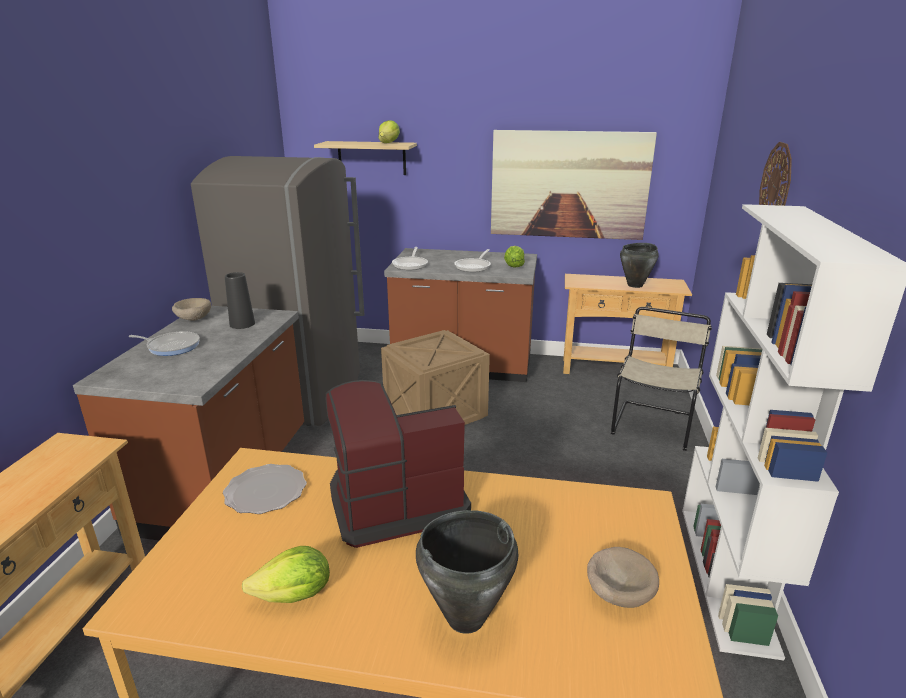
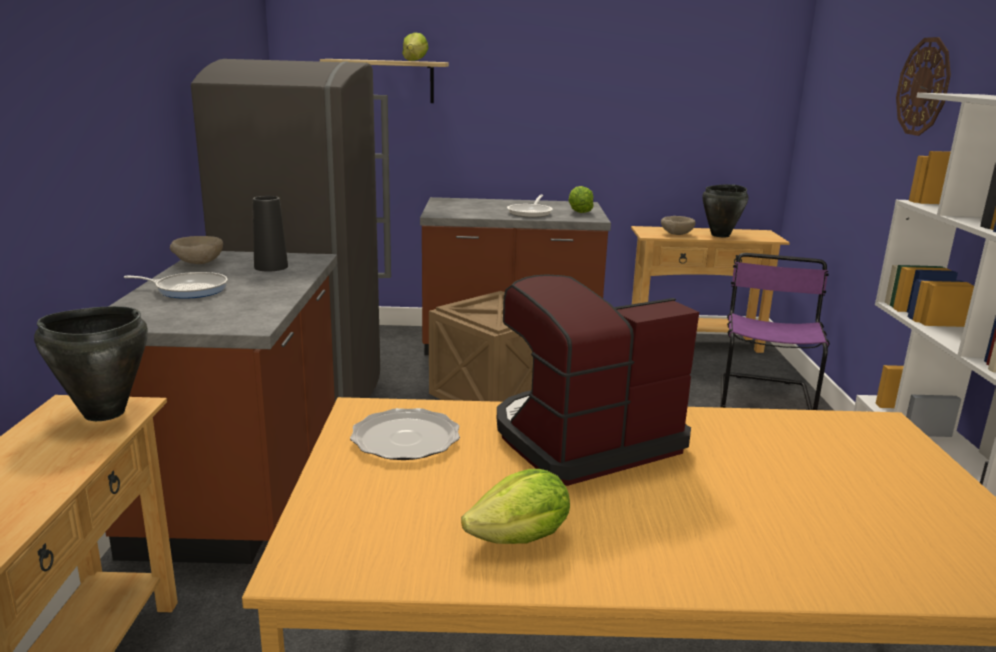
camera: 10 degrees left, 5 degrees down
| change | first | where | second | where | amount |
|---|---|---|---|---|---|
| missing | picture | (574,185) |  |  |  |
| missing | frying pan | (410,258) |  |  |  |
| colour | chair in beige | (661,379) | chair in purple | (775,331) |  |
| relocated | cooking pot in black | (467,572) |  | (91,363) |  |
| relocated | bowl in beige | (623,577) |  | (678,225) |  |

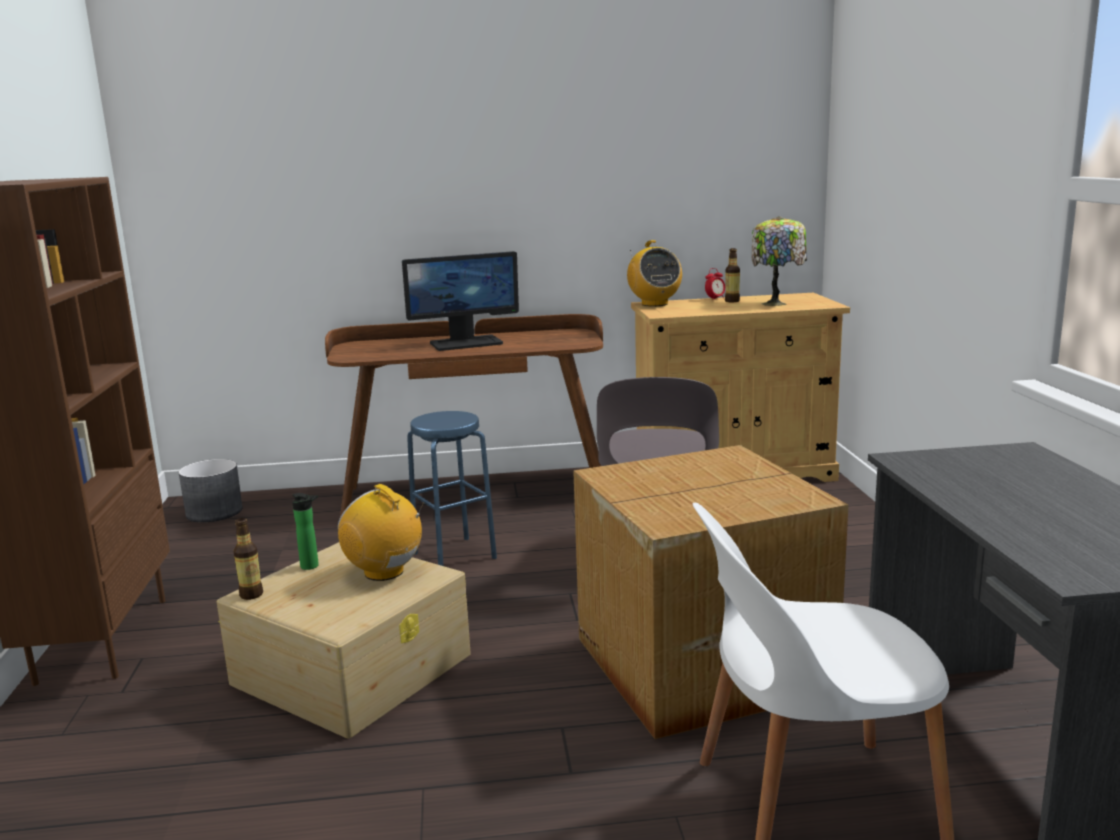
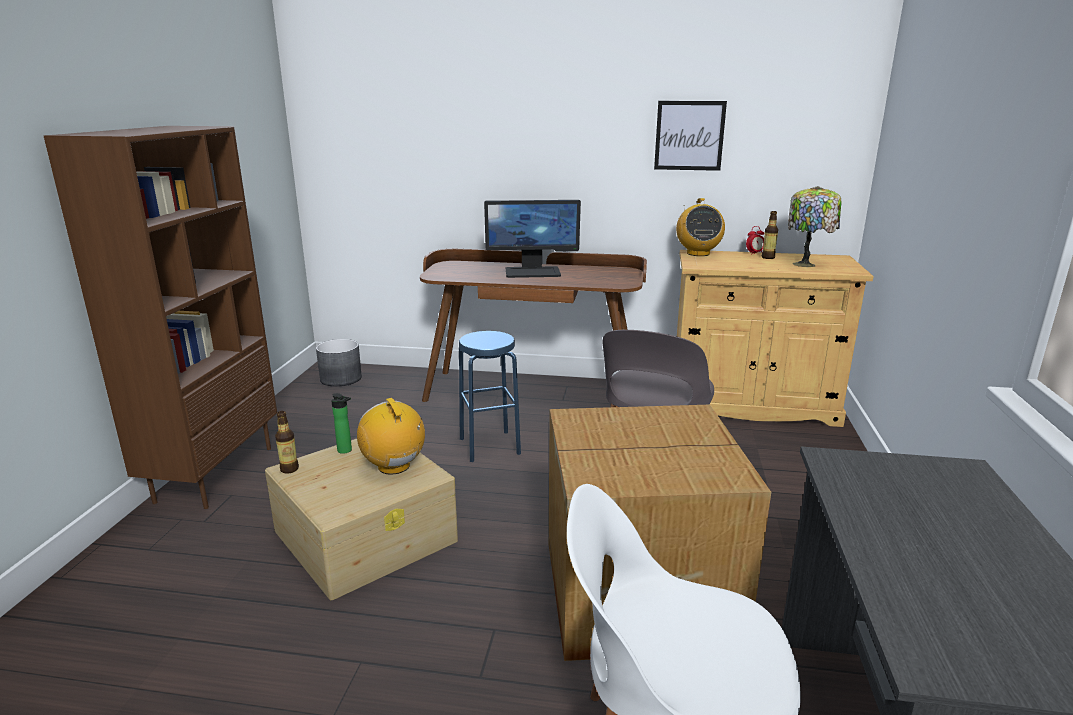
camera: 15 degrees right, 5 degrees up
| change | first | where | second | where | amount |
|---|---|---|---|---|---|
| appeared |  |  | picture | (690,136) |  |

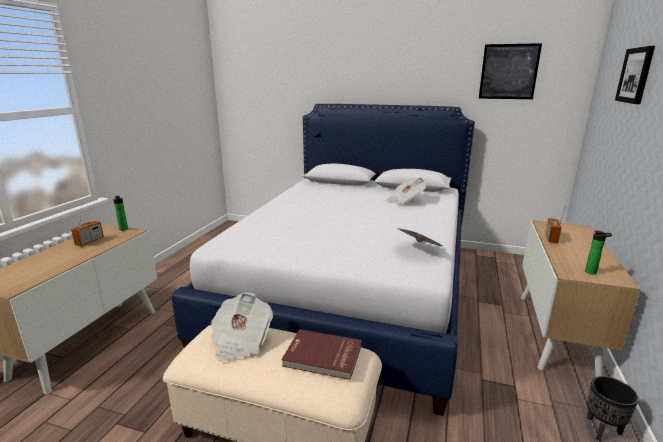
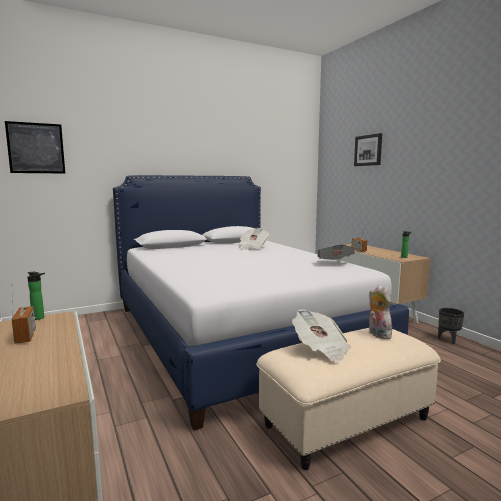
camera: 45 degrees left, 10 degrees down
| change | first | where | second | where | amount |
|---|---|---|---|---|---|
| relocated | picture | (510,71) |  | (35,147) |  |
| exchanged | book in red | (321,354) | plush toy | (380,312) |  |

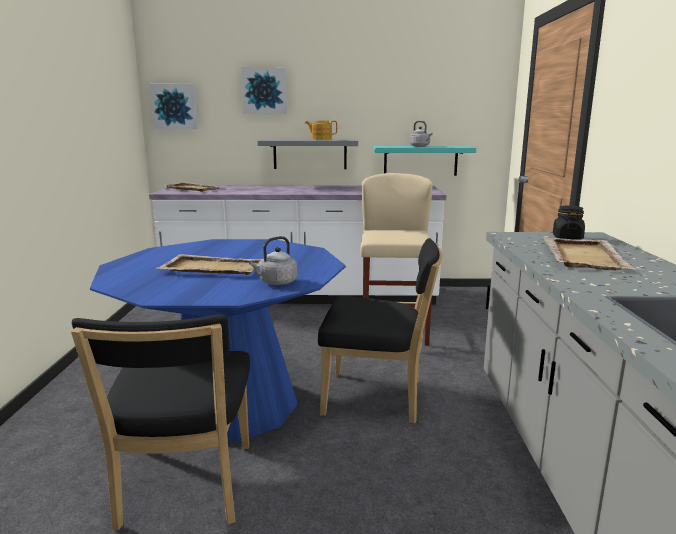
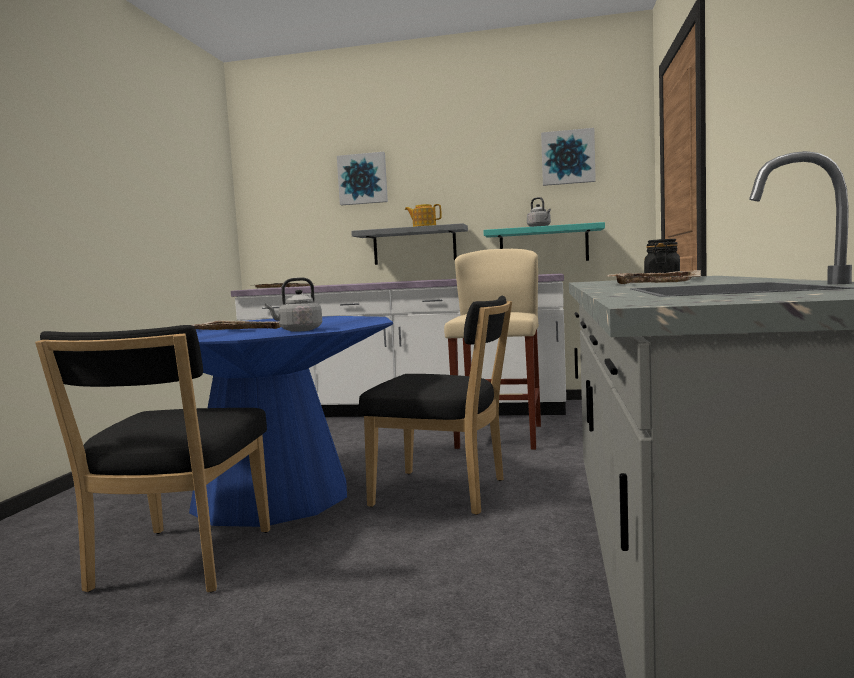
camera: 10 degrees right, 10 degrees down
| change | first | where | second | where | amount |
|---|---|---|---|---|---|
| relocated | picture | (174,106) |  | (568,157) |  |

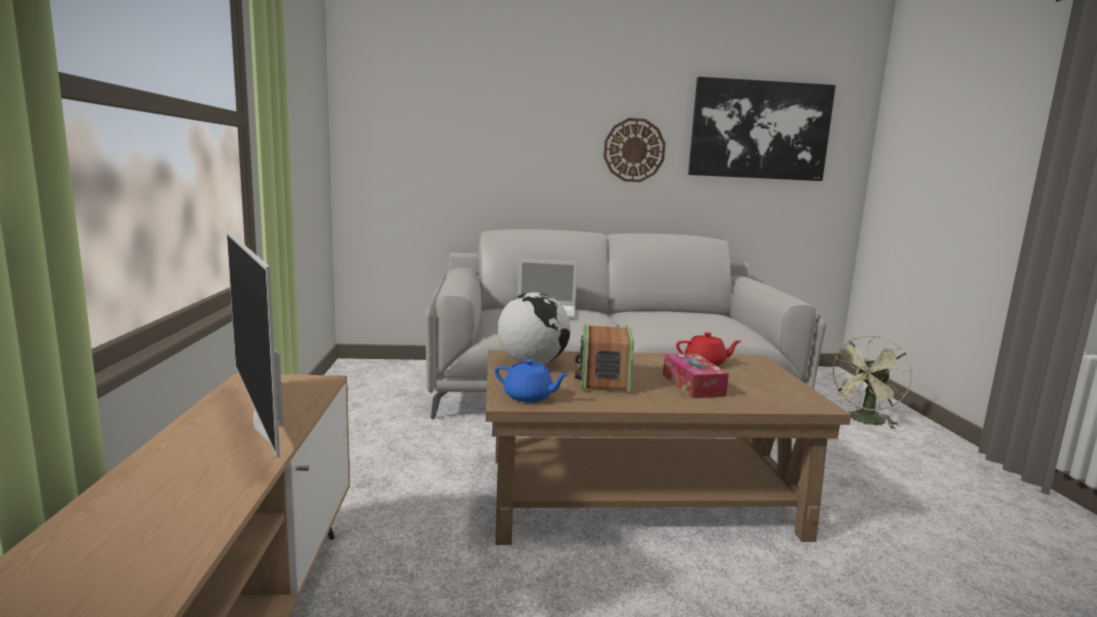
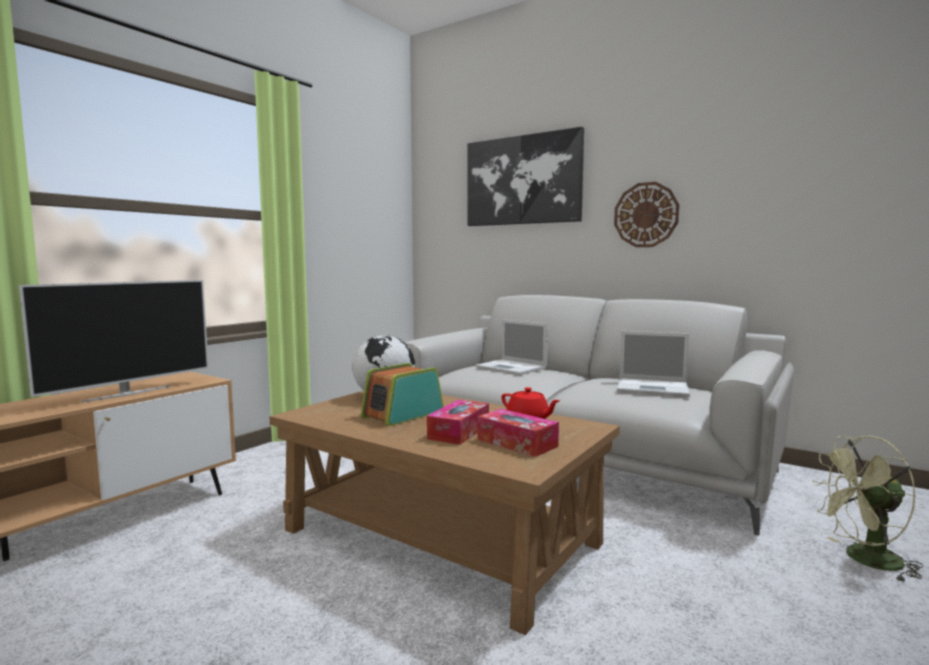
camera: 40 degrees right, 5 degrees down
| change | first | where | second | where | amount |
|---|---|---|---|---|---|
| relocated | picture | (762,129) |  | (525,176) |  |
| spun | television | (255,345) |  | (114,341) | 150 degrees counterclockwise |
| missing | teapot in blue | (532,381) |  |  |  |
| appeared |  |  | laptop | (653,364) |  |
| appeared |  |  | tissue box | (518,433) |  |

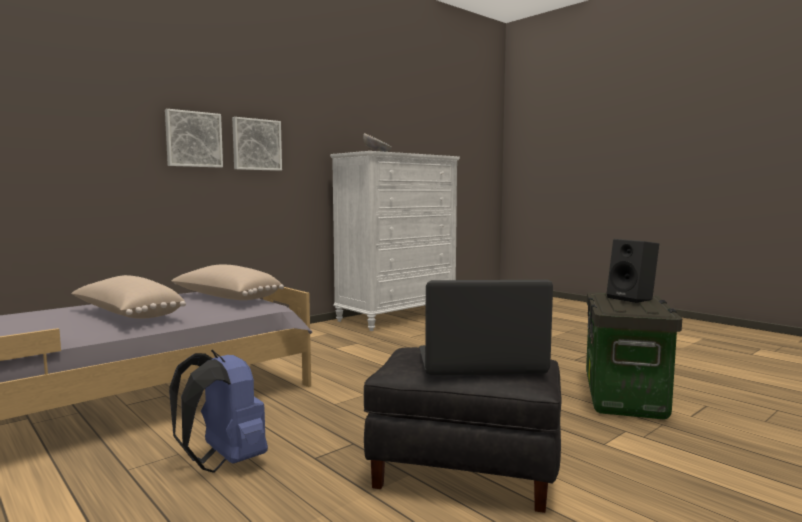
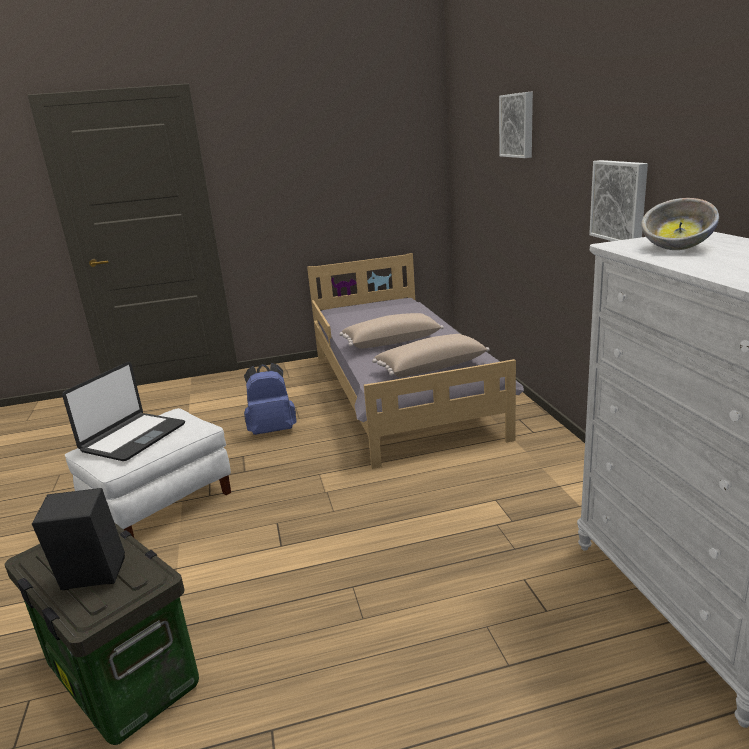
camera: 120 degrees right, 15 degrees up
| change | first | where | second | where | amount |
|---|---|---|---|---|---|
| relocated | picture | (194,138) |  | (516,125) |  |
| colour | ottoman in black | (462,430) | ottoman in white | (148,472) |  |

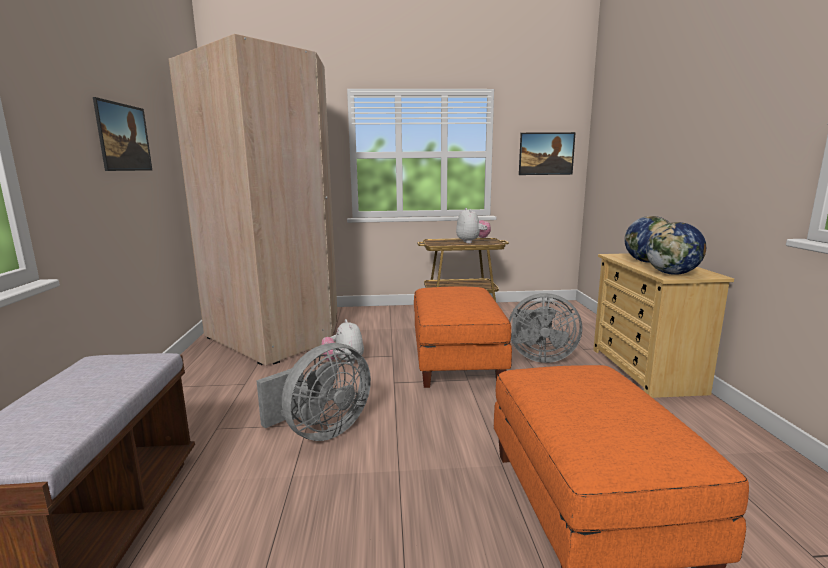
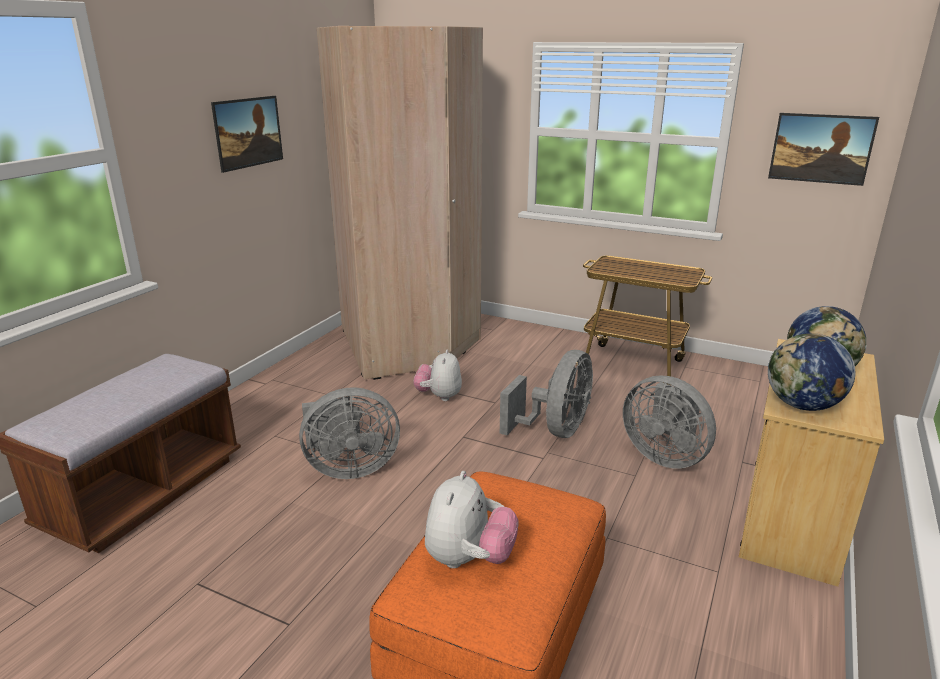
camera: 30 degrees right, 10 degrees up
| change | first | where | second | where | amount |
|---|---|---|---|---|---|
| relocated | plush toy | (473,225) |  | (472,519) |  |
| exchanged | ottoman in orange | (463,337) | fan in grey | (546,394) |  |

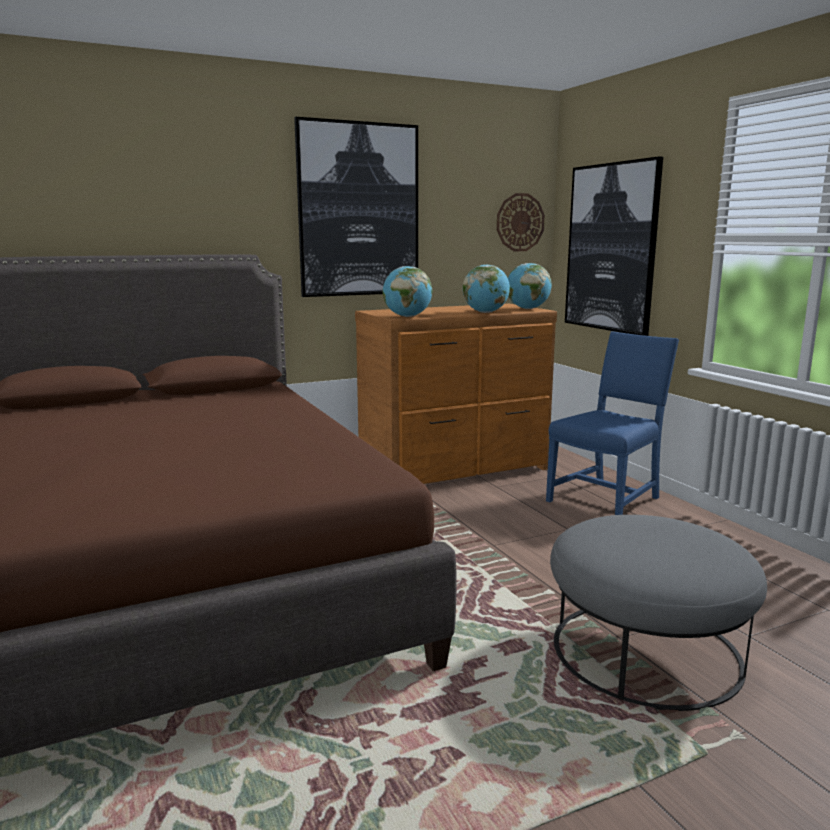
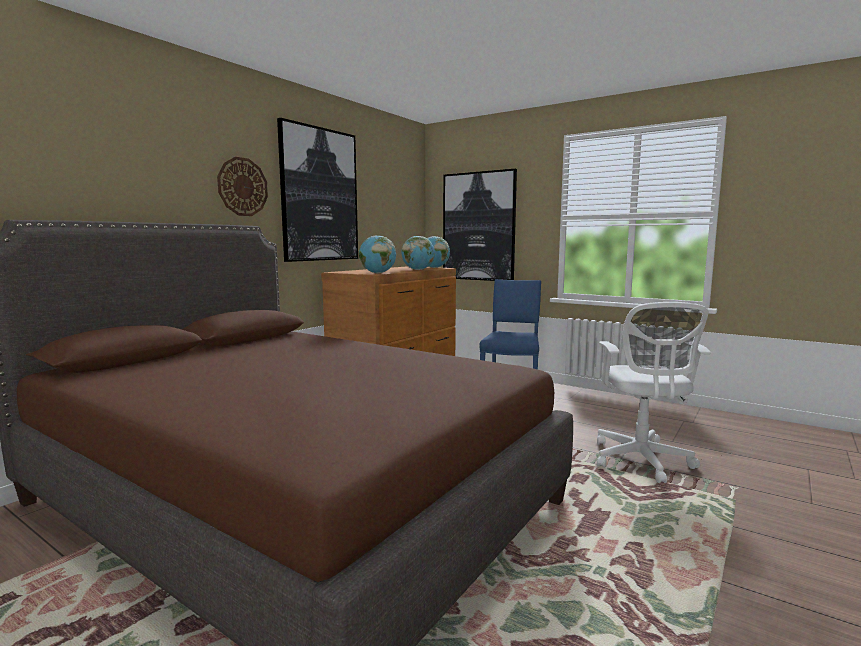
camera: 30 degrees left, 5 degrees down
| change | first | where | second | where | amount |
|---|---|---|---|---|---|
| relocated | wall clock | (521,222) |  | (242,186) |  |
| exchanged | ottoman in grey | (658,613) | office chair in white | (654,392) |  |

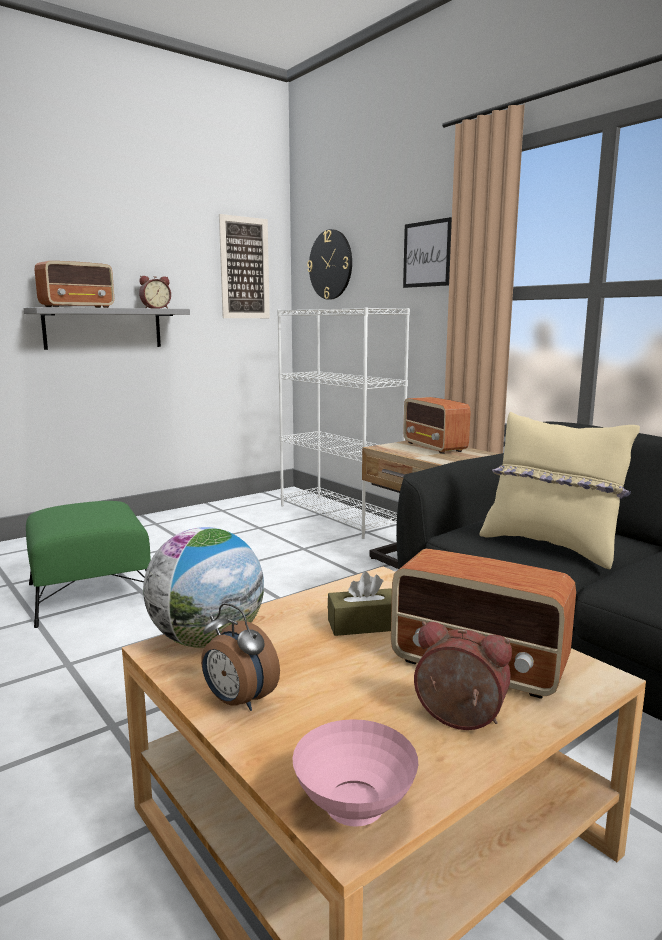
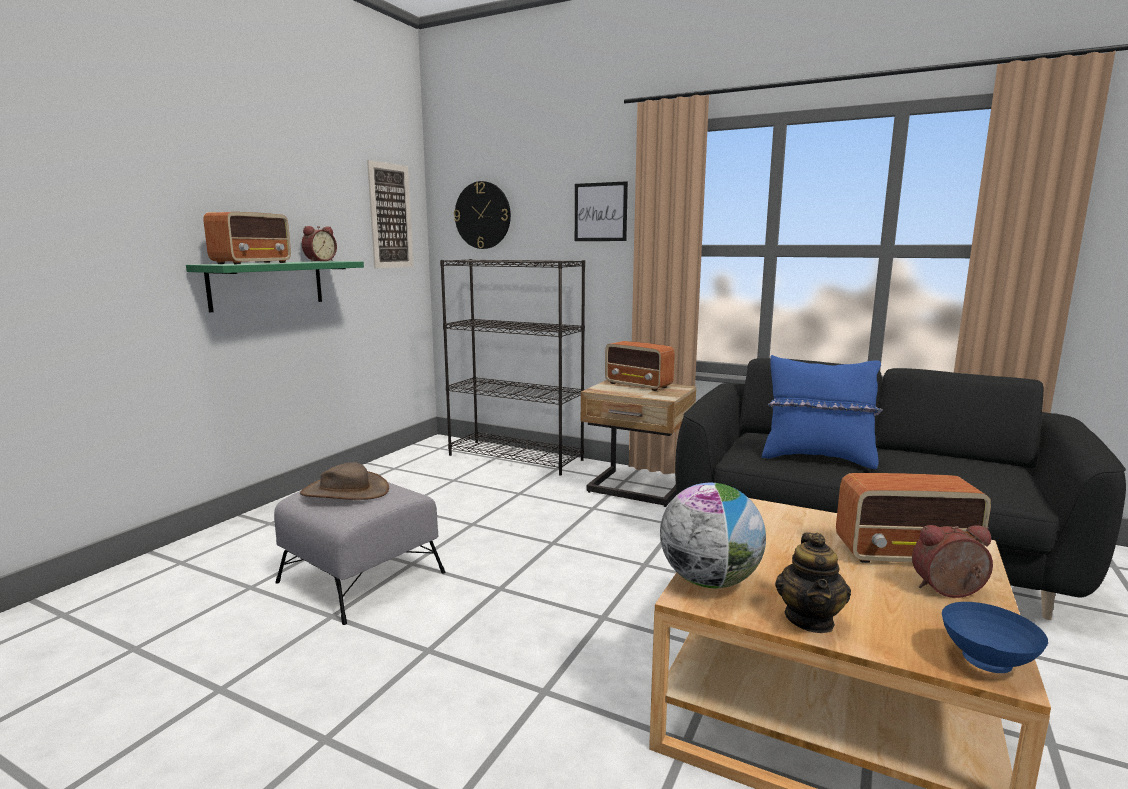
camera: 25 degrees left, 0 degrees up
| change | first | where | second | where | amount |
|---|---|---|---|---|---|
| colour | shelf in grey | (106,328) | shelf in green | (275,286) |  |
| colour | bookcase in white | (343,423) | bookcase in black | (512,367) |  |
| colour | pillow in beige | (559,490) | pillow in blue | (822,412) |  |
| colour | ottoman in green | (88,564) | ottoman in grey | (360,553) |  |
| missing | tissue box in brown | (360,604) |  |  |  |
| exchanged | alarm clock | (240,657) | teapot | (813,582) |  |
| colour | bowl in pink | (355,773) | bowl in blue | (995,637) |  |
| appeared |  |  | hat in brown | (344,481) |  |

